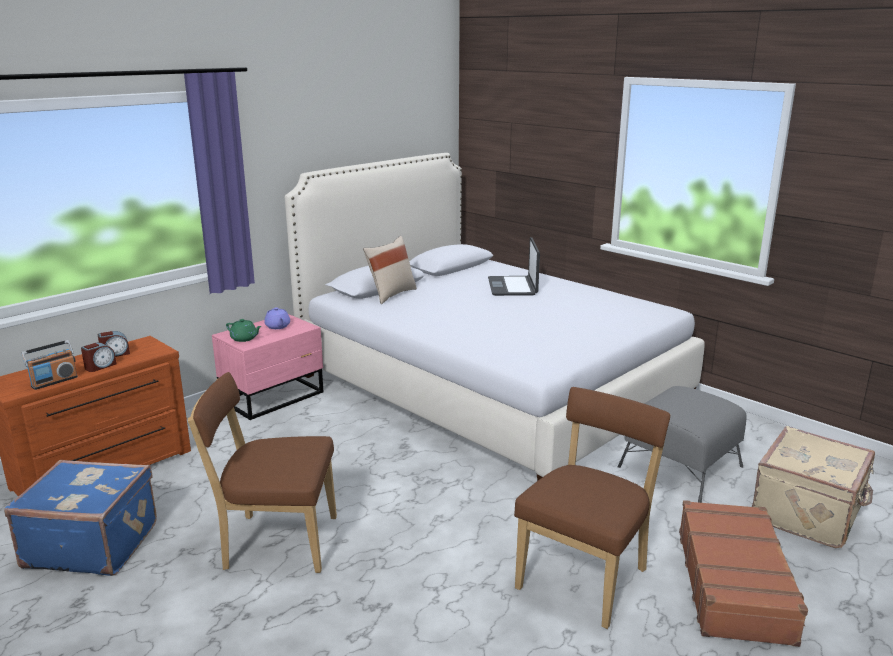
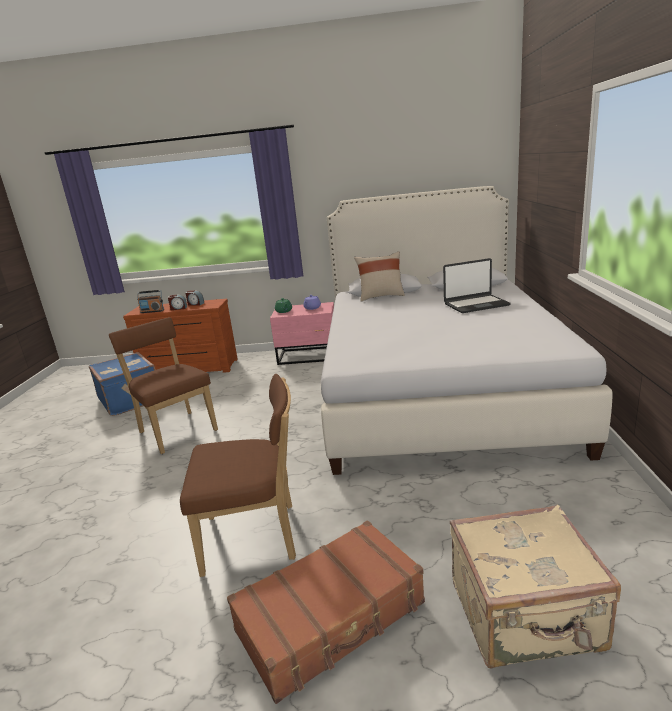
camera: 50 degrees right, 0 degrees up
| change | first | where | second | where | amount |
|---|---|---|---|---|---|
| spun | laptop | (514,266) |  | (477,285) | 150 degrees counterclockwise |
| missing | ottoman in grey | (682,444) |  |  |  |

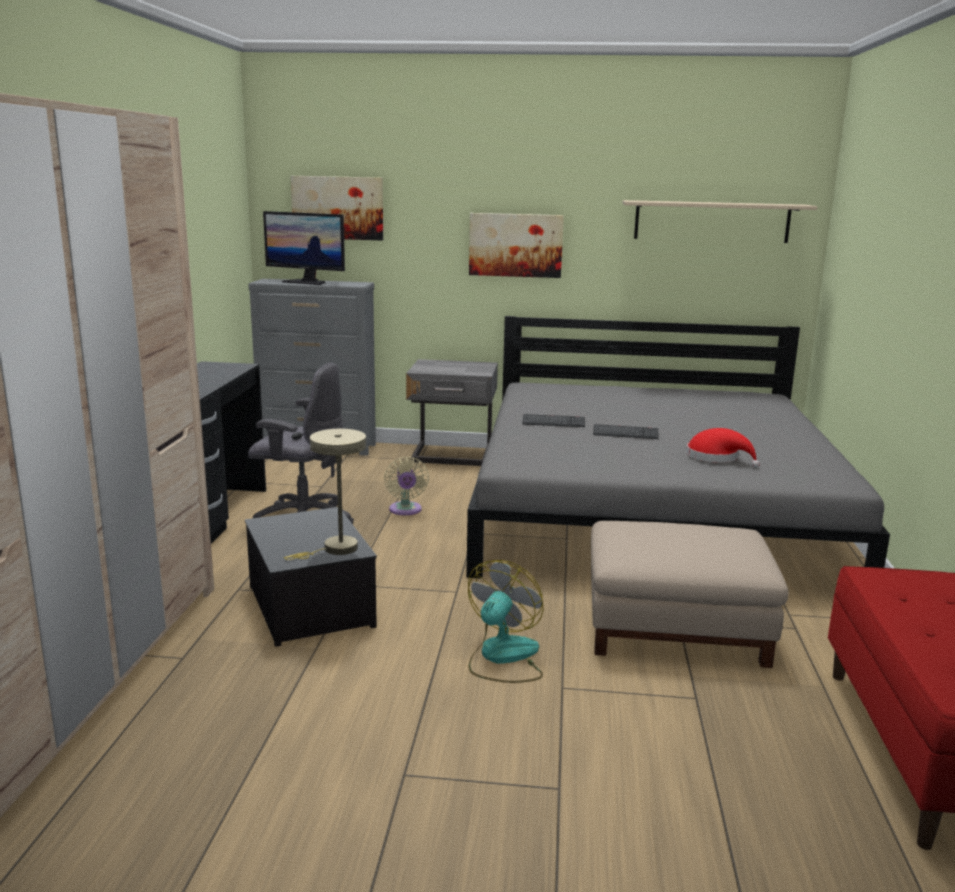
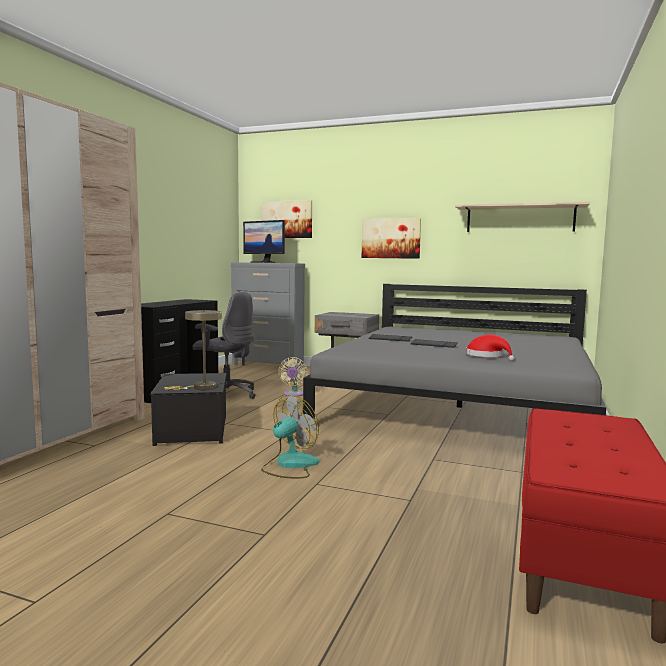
camera: 15 degrees right, 10 degrees down
| change | first | where | second | where | amount |
|---|---|---|---|---|---|
| missing | ottoman in beige | (690,594) |  |  |  |

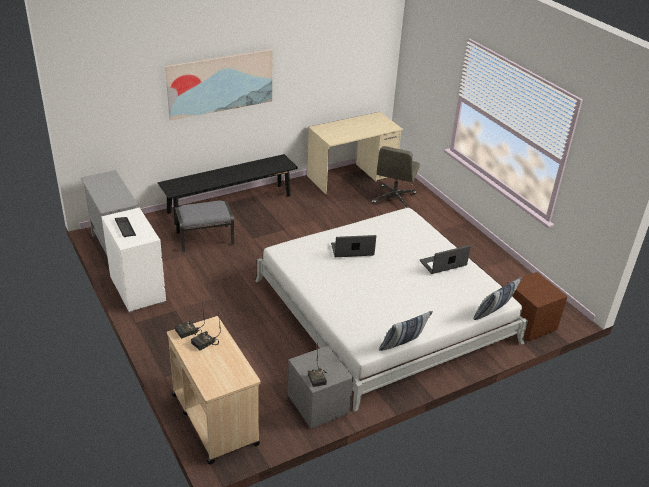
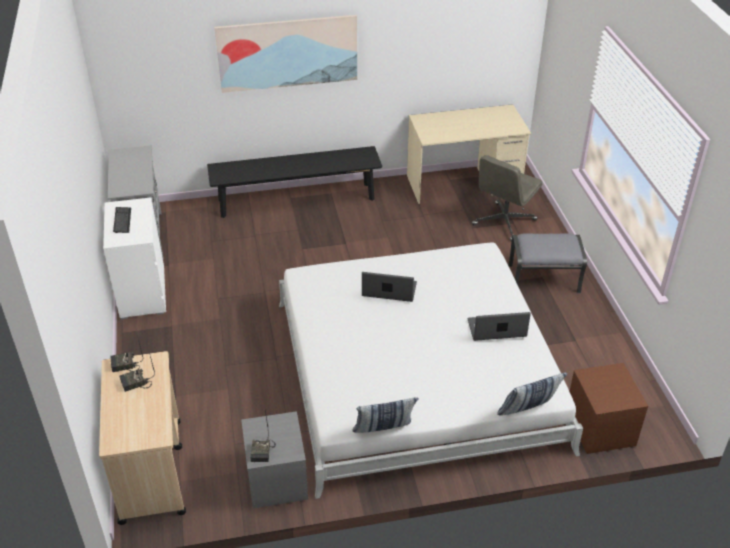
camera: 20 degrees right, 5 degrees up
| change | first | where | second | where | amount |
|---|---|---|---|---|---|
| relocated | ottoman in grey | (204,226) |  | (547,263) |  |

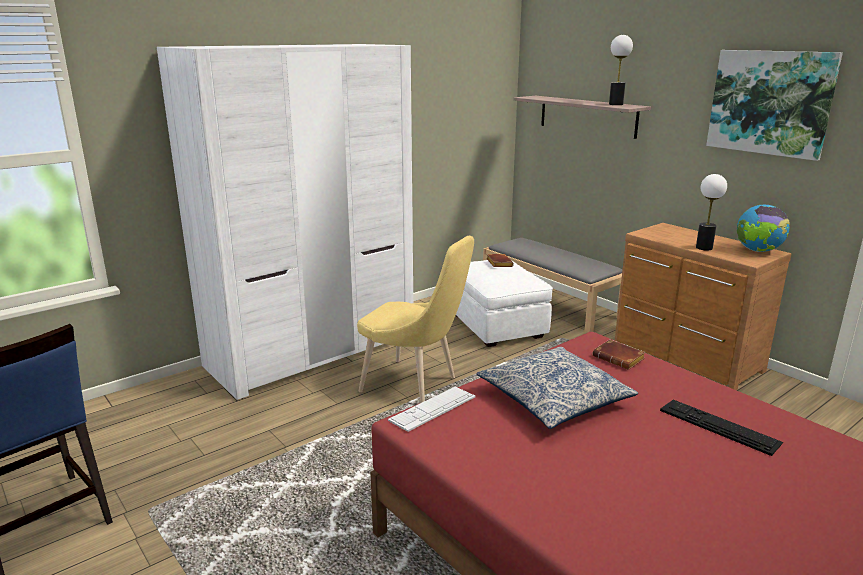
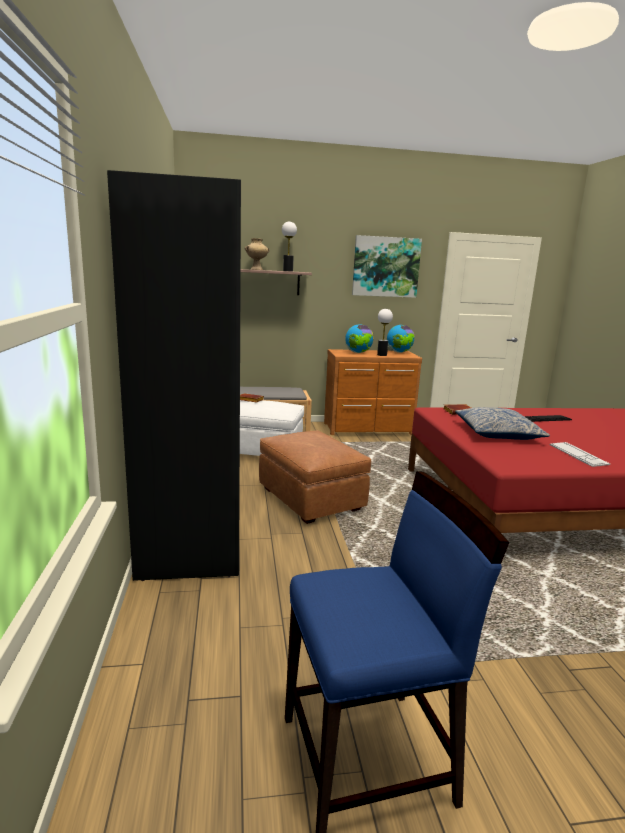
camera: 60 degrees left, 5 degrees down
| change | first | where | second | where | amount |
|---|---|---|---|---|---|
| colour | wardrobe in white | (285,222) | wardrobe in black | (174,375) |  |
| exchanged | chair in yellow | (415,319) | ottoman in brown | (315,477) |  |
| relocated | keyboard | (431,409) |  | (580,454) |  |
| appeared |  |  | vase in beige | (256,254) |  |
| appeared |  |  | globe | (359,338) |  |

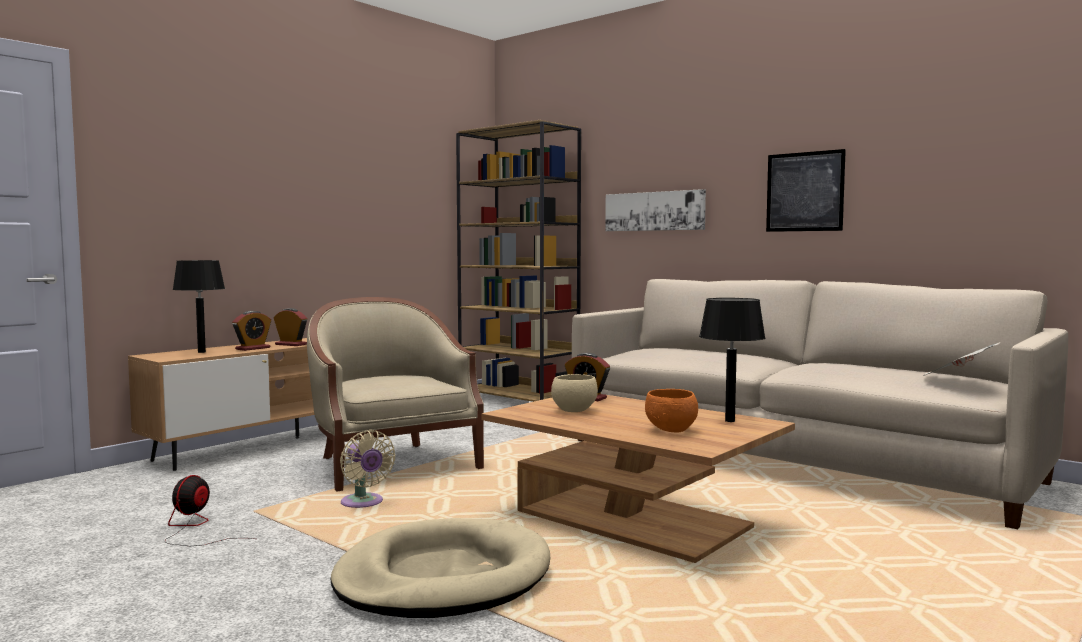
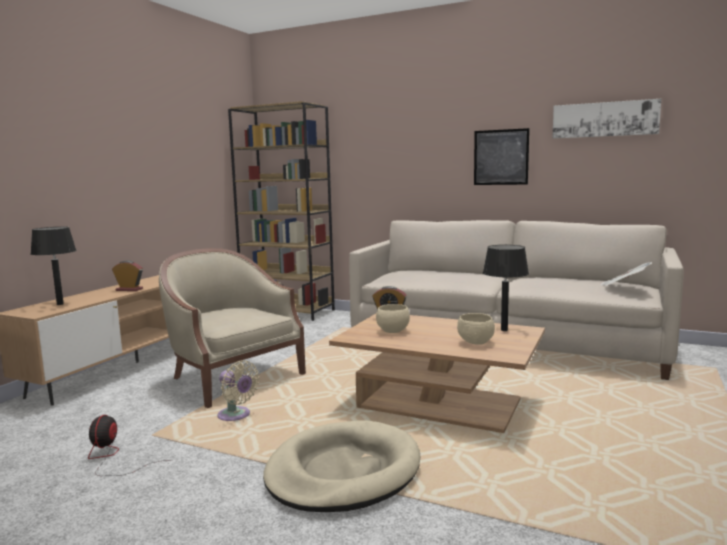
camera: 15 degrees left, 5 degrees up
| change | first | where | second | where | amount |
|---|---|---|---|---|---|
| relocated | picture | (655,210) |  | (606,119) |  |
| missing | alarm clock | (251,331) |  |  |  |
| colour | bowl in orange | (671,411) | bowl in beige | (476,329) |  |

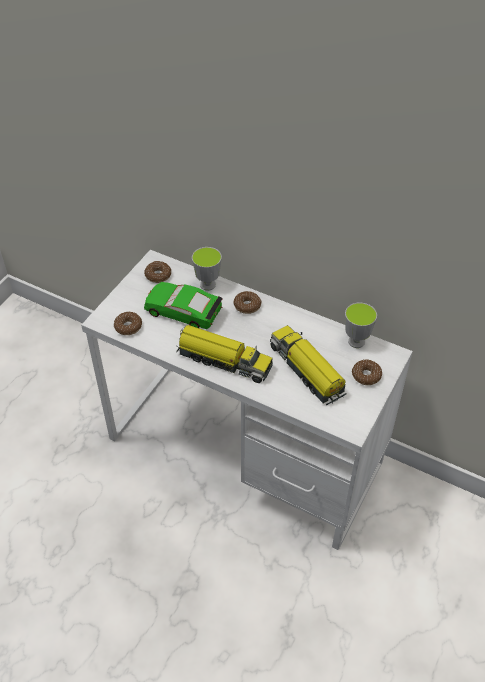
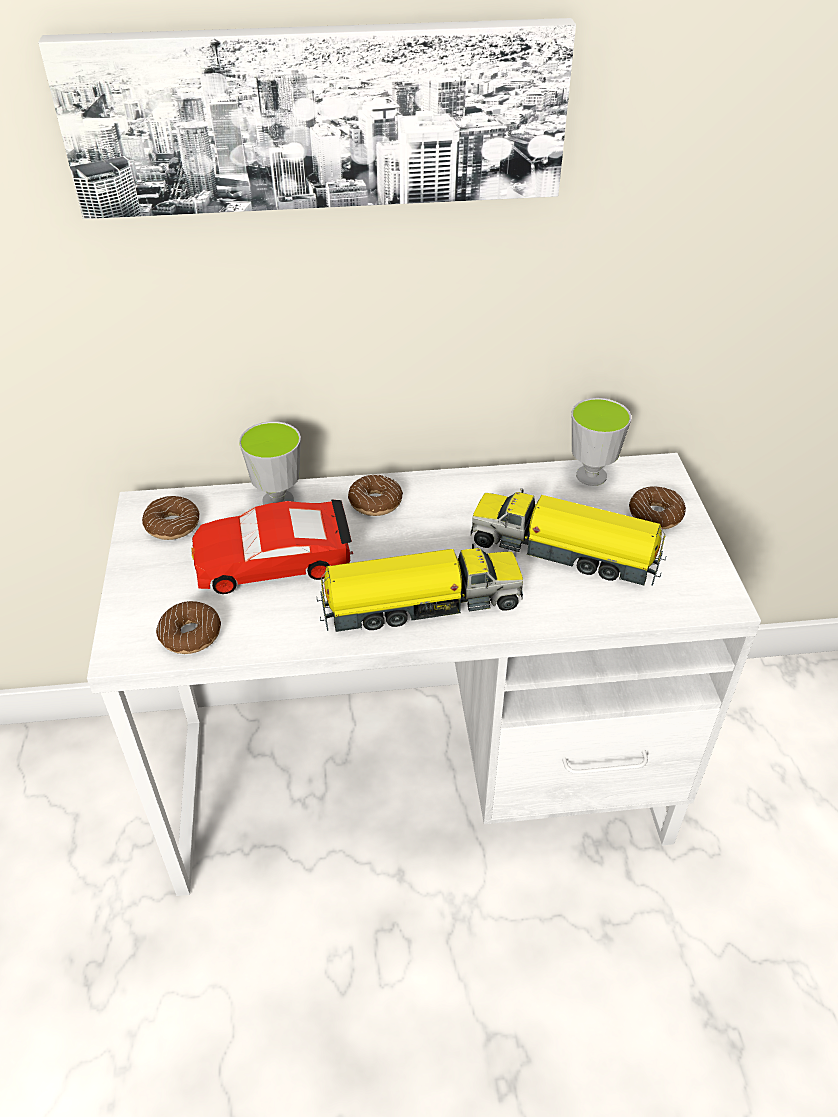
camera: 35 degrees left, 5 degrees down
| change | first | where | second | where | amount |
|---|---|---|---|---|---|
| colour | toy car in green | (183,305) | toy car in red | (272,546) |  |
| appeared |  |  | picture | (307,118) |  |

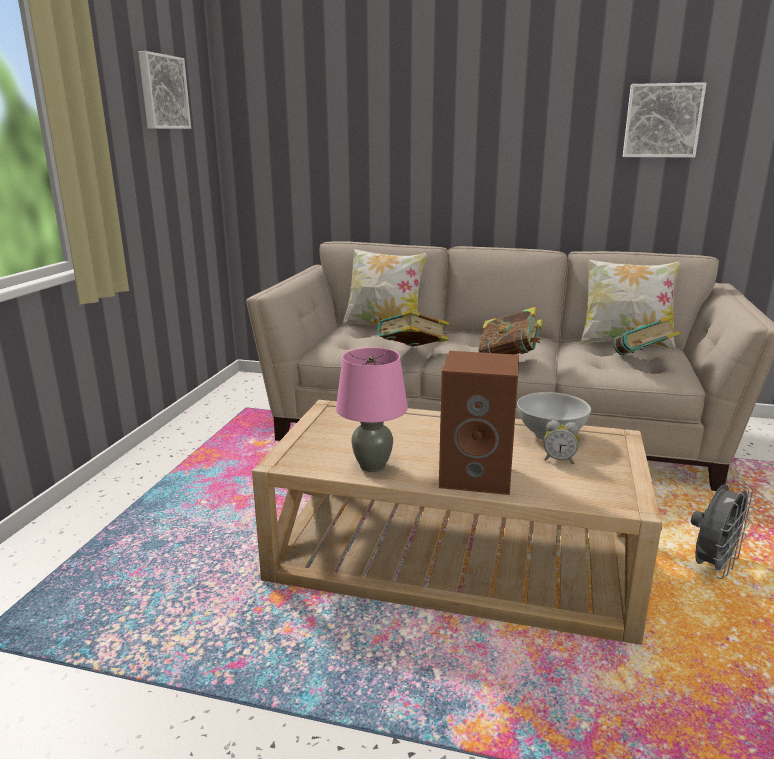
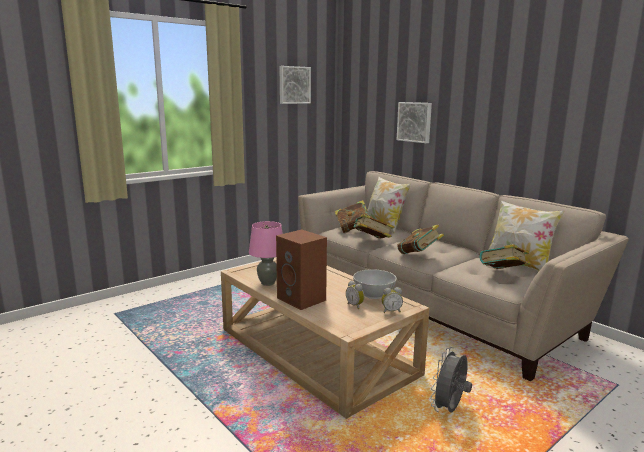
camera: 35 degrees right, 5 degrees down
| change | first | where | second | where | amount |
|---|---|---|---|---|---|
| relocated | picture | (665,119) |  | (414,122) |  |
| spun | fan in grey | (723,531) |  | (451,379) | 135 degrees clockwise |
| appeared |  |  | book | (353,216) |  |
| appeared |  |  | alarm clock | (392,300) |  |

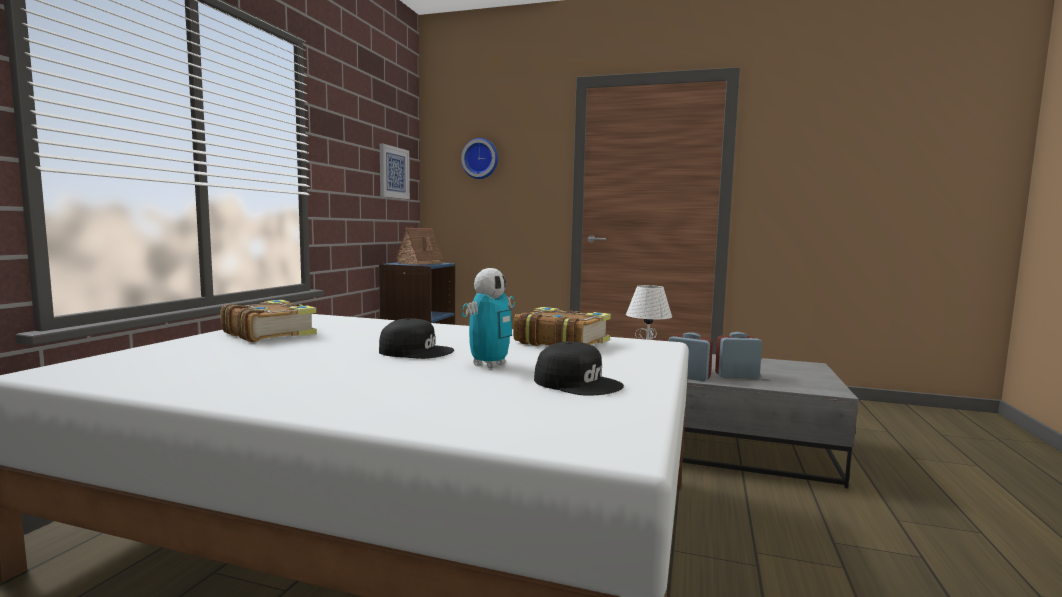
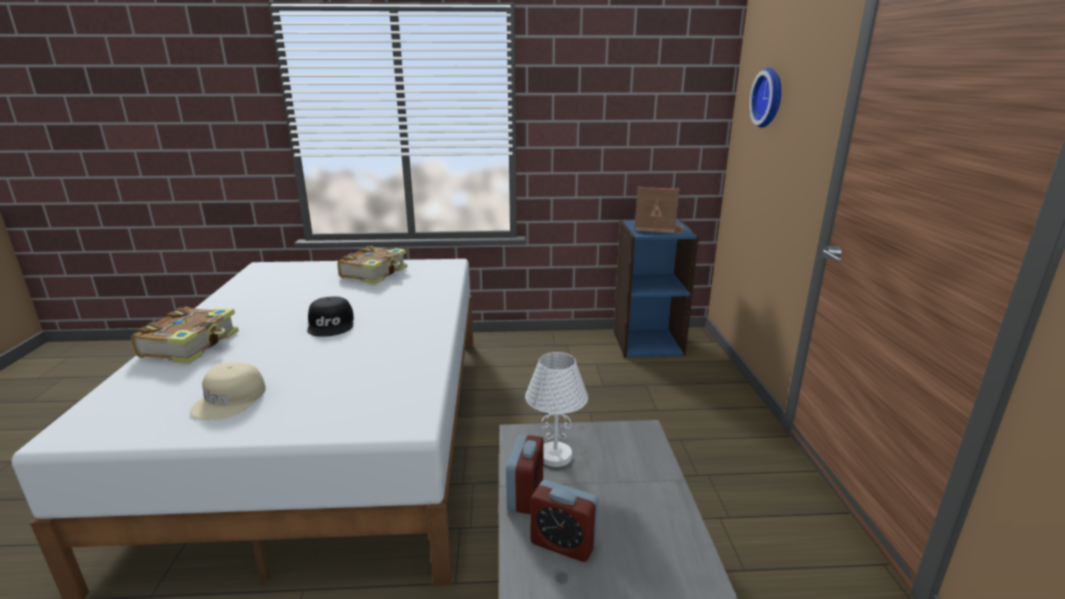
camera: 70 degrees right, 15 degrees up
| change | first | where | second | where | amount |
|---|---|---|---|---|---|
| missing | picture | (395,171) |  |  |  |
| missing | toy robot | (488,318) |  |  |  |
| relocated | book | (562,326) |  | (185,335) |  |
| spun | alarm clock | (738,355) |  | (565,521) | 135 degrees clockwise |
| colour | cap in black | (579,369) | cap in beige | (228,391) |  |

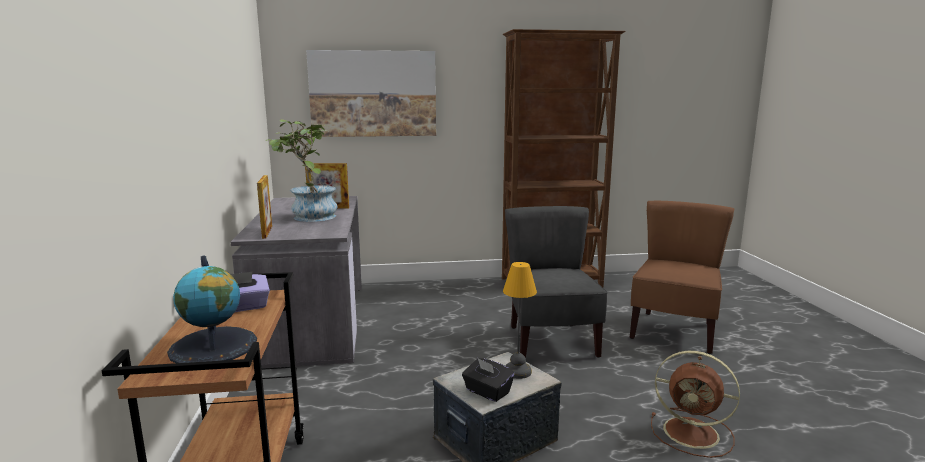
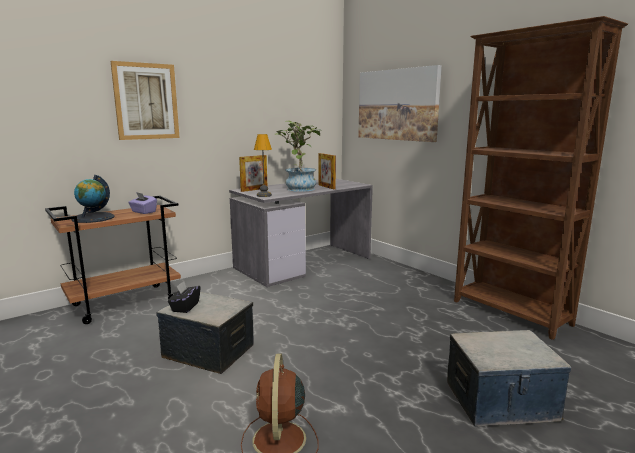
camera: 60 degrees right, 0 degrees up
| change | first | where | second | where | amount |
|---|---|---|---|---|---|
| exchanged | chair in brown | (682,277) | storage box | (509,378) |  |
| missing | chair in grey | (556,282) |  |  |  |
| relocated | table lamp | (520,320) |  | (263,165) |  |
| appeared |  |  | picture | (145,100) |  |

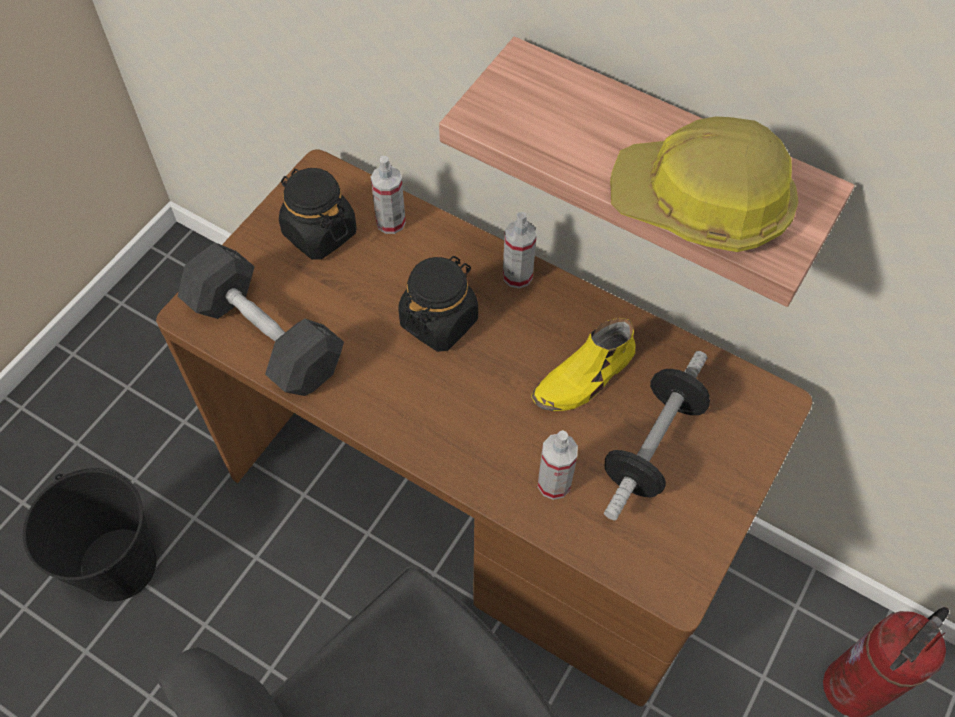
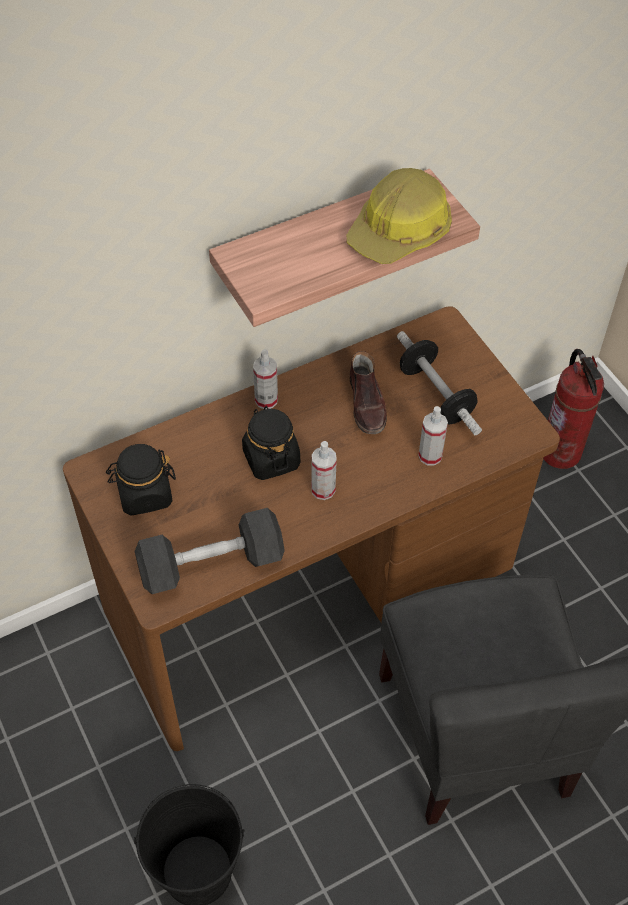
camera: 60 degrees left, 5 degrees down
| change | first | where | second | where | amount |
|---|---|---|---|---|---|
| relocated | spray bottle | (388,195) |  | (324,470) |  |
| colour | shoe in yellow | (583,364) | shoe in brown | (368,392) |  |

